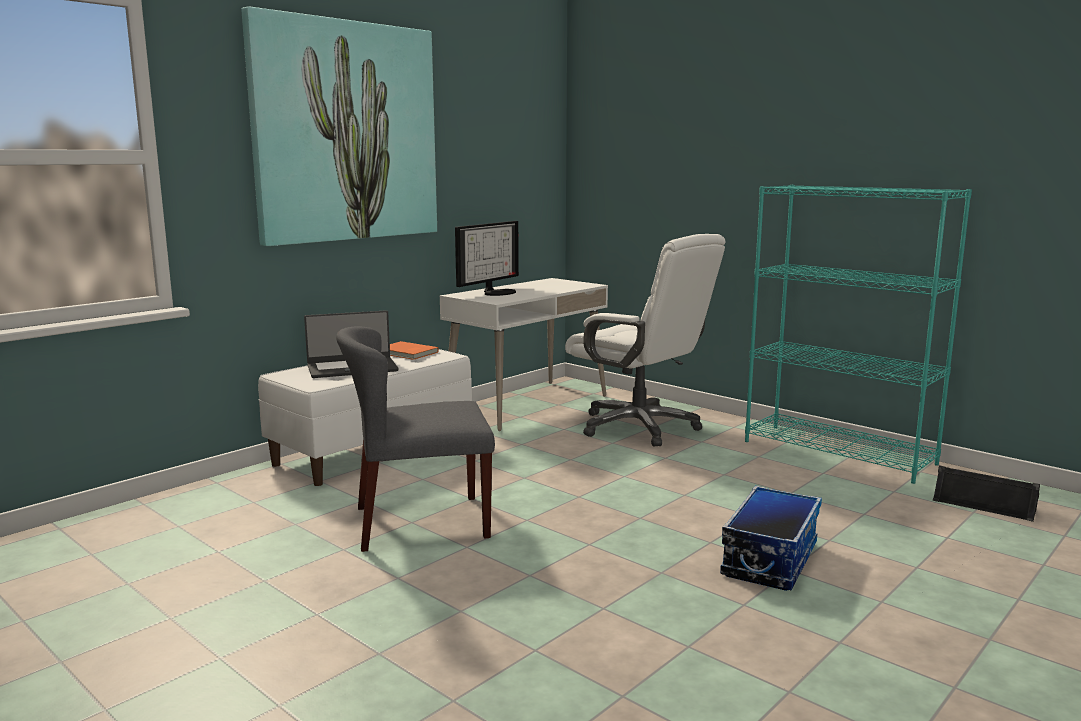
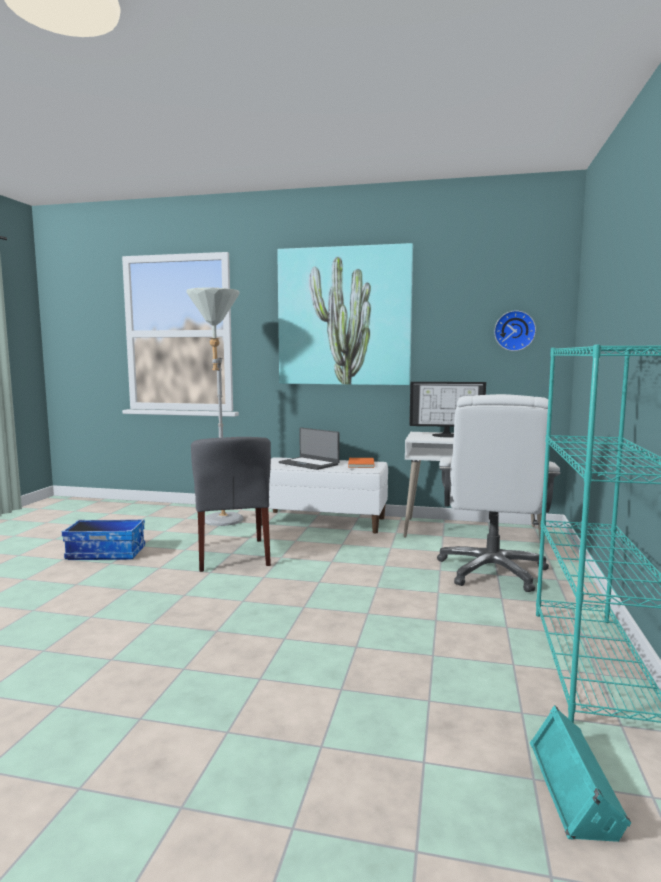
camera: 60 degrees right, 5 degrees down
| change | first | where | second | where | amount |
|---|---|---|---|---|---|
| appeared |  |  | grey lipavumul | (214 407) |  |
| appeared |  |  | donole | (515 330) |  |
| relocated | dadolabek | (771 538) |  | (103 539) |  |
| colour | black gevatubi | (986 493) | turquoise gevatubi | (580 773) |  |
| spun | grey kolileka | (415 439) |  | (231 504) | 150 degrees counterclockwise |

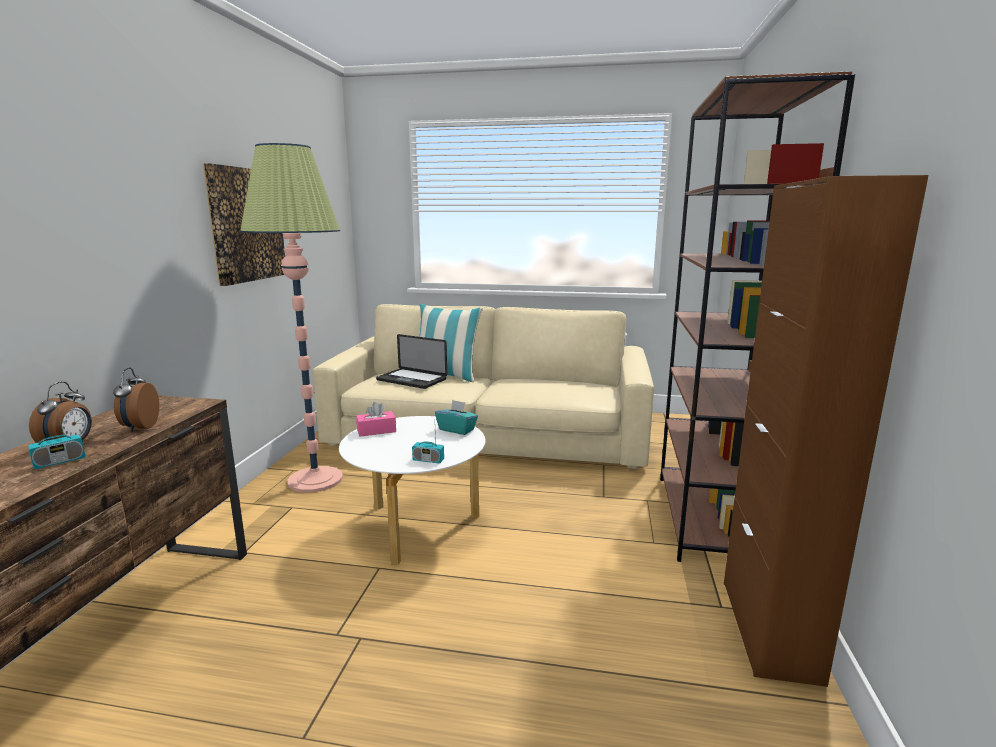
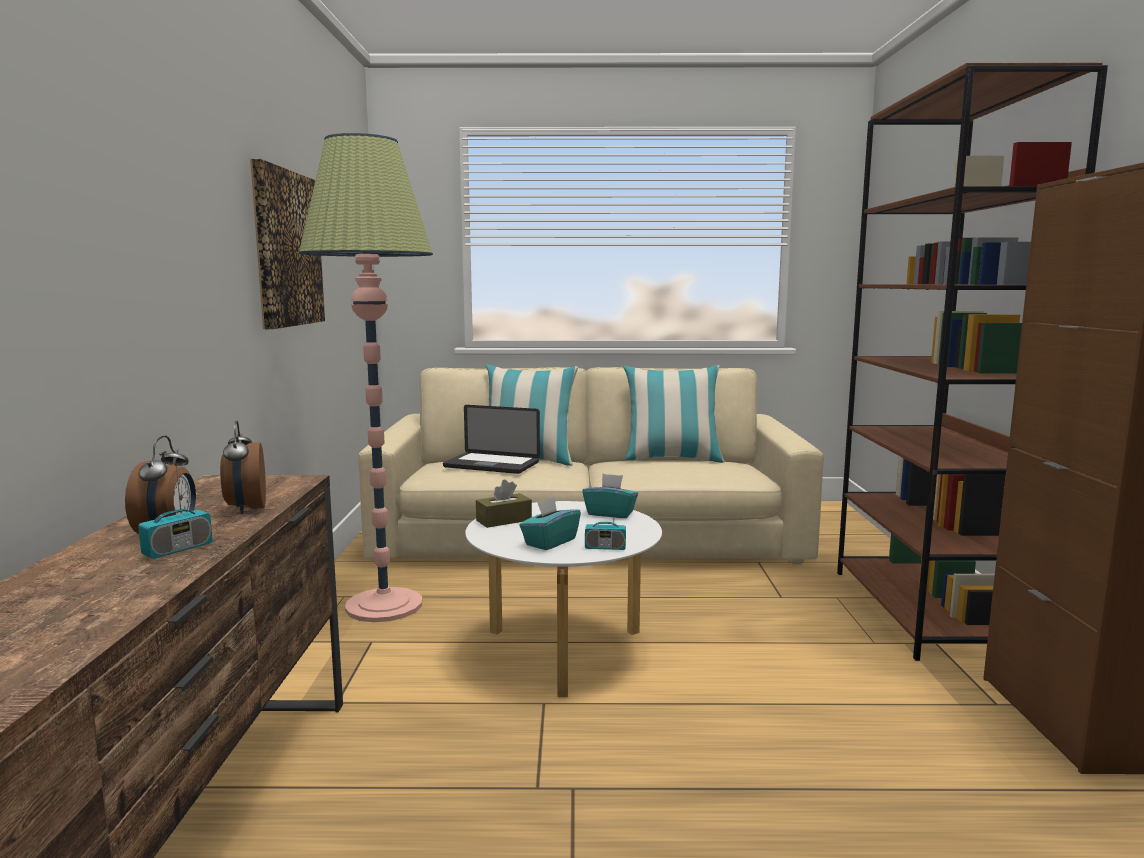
camera: 10 degrees left, 5 degrees down
| change | first | where | second | where | amount |
|---|---|---|---|---|---|
| appeared |  |  | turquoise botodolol | (550 523) |  |
| appeared |  |  | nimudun | (674 414) |  |
| colour | pink botodolol | (376 419) | brown botodolol | (504 504) |  |

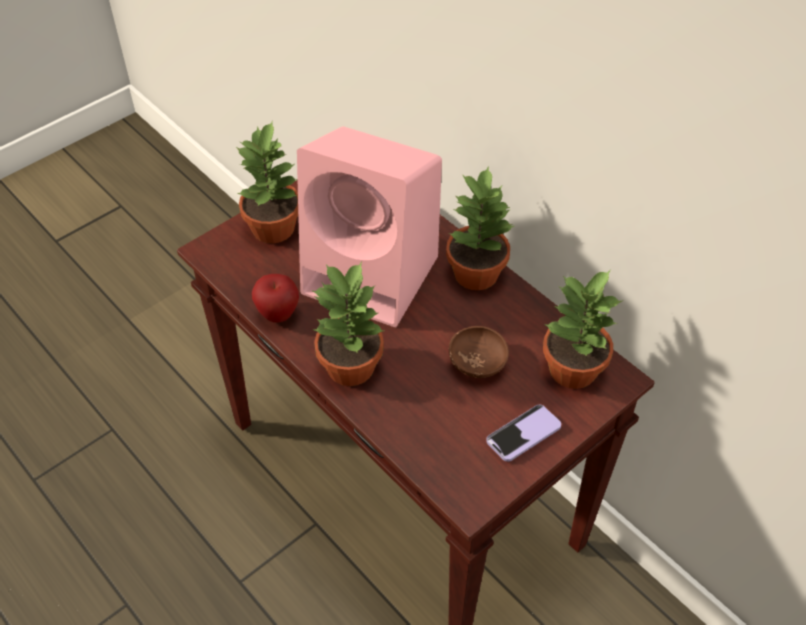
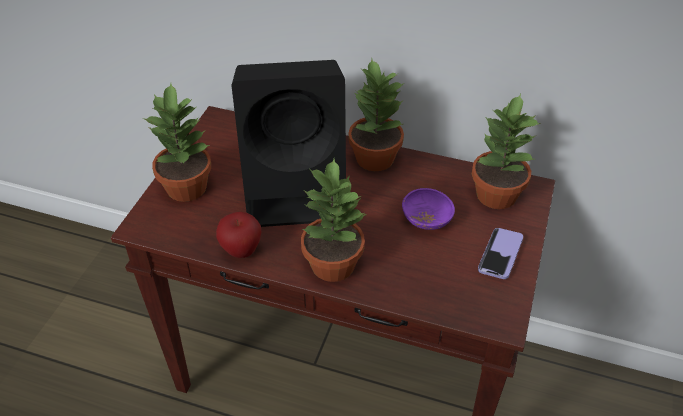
camera: 30 degrees left, 5 degrees down
| change | first | where | second | where | amount |
|---|---|---|---|---|---|
| colour | pink gevatubi | (369 226) | black gevatubi | (288 143) |  |
| colour | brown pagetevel | (479 352) | purple pagetevel | (428 209) |  |

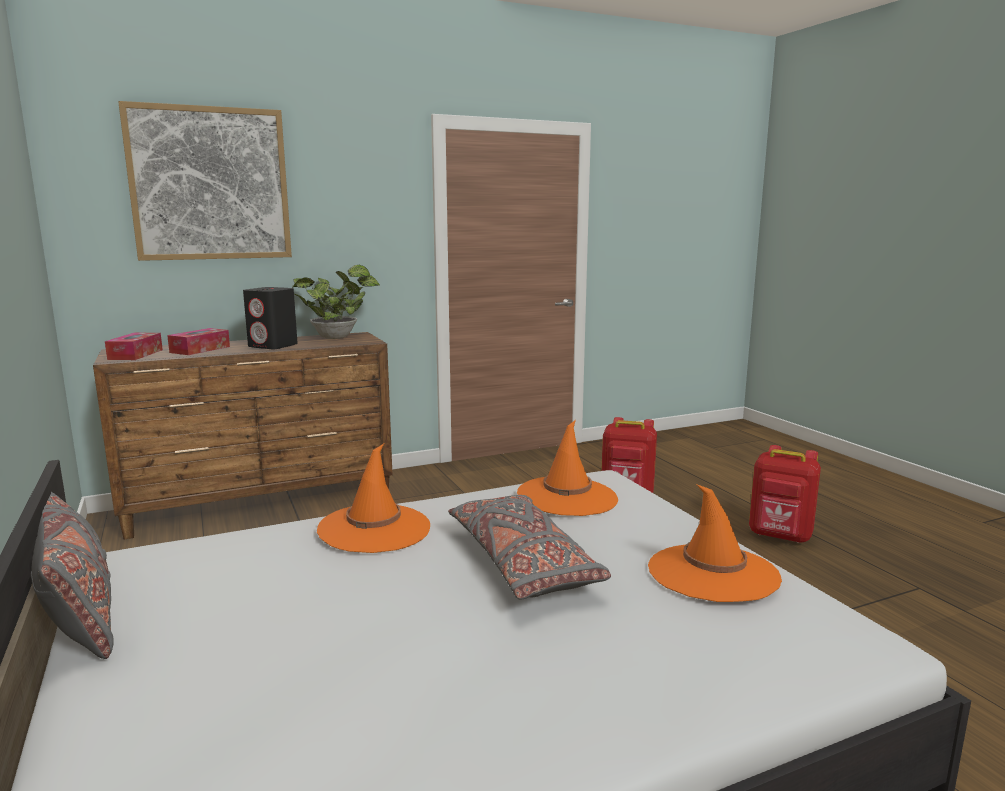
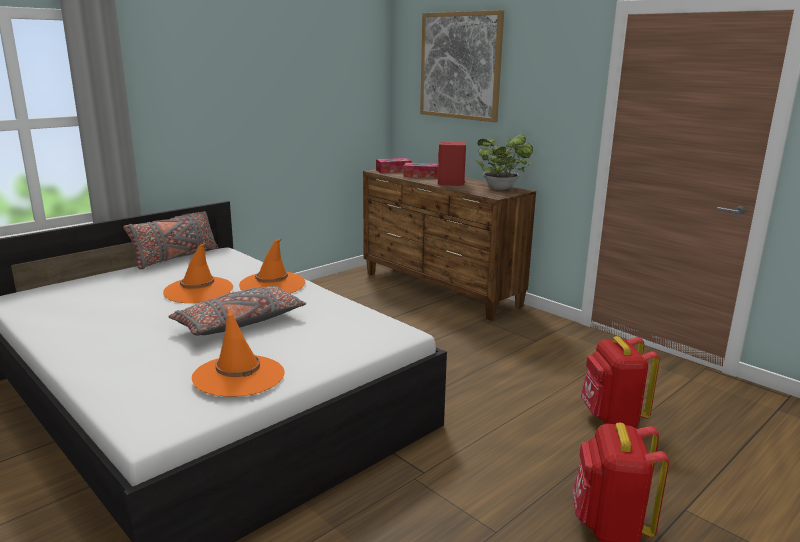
camera: 70 degrees right, 5 degrees up
| change | first | where | second | where | amount |
|---|---|---|---|---|---|
| relocated | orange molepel | (567 468) |  | (198 273) |  |
| colour | black gevatubi | (270 318) | red gevatubi | (452 163) |  |

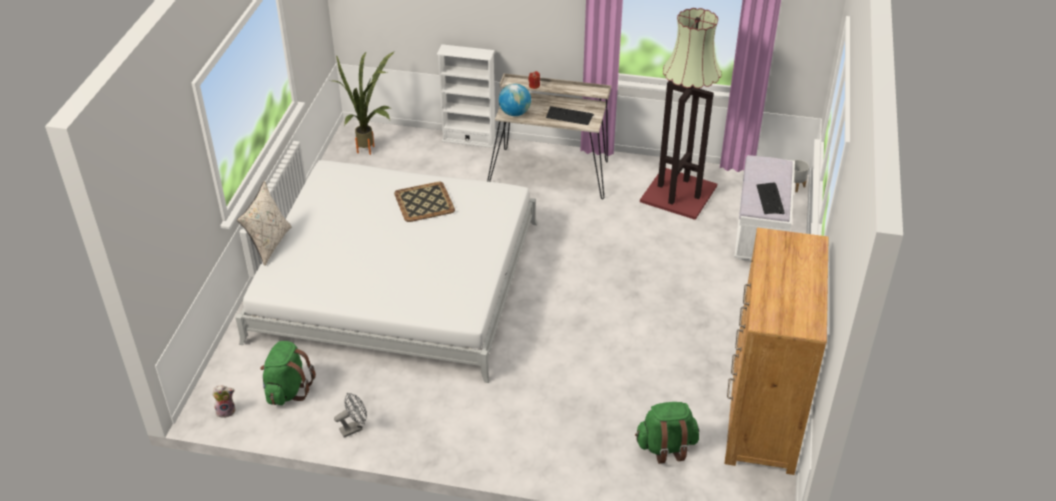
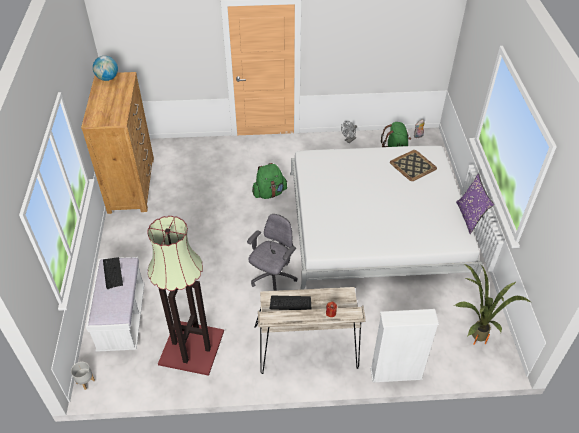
camera: 165 degrees right, 5 degrees up
| change | first | where | second | where | amount |
|---|---|---|---|---|---|
| missing | beige nimudun | (264 223) |  |  |  |
| appeared |  |  | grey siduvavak | (272 252) |  |
| appeared |  |  | purple nimudun | (475 204) |  |
| relocated | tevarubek | (424 202) |  | (413 165) |  |
| relocated | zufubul | (515 99) |  | (105 68) |  |
| relocated | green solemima | (667 433) |  | (269 181) |  |

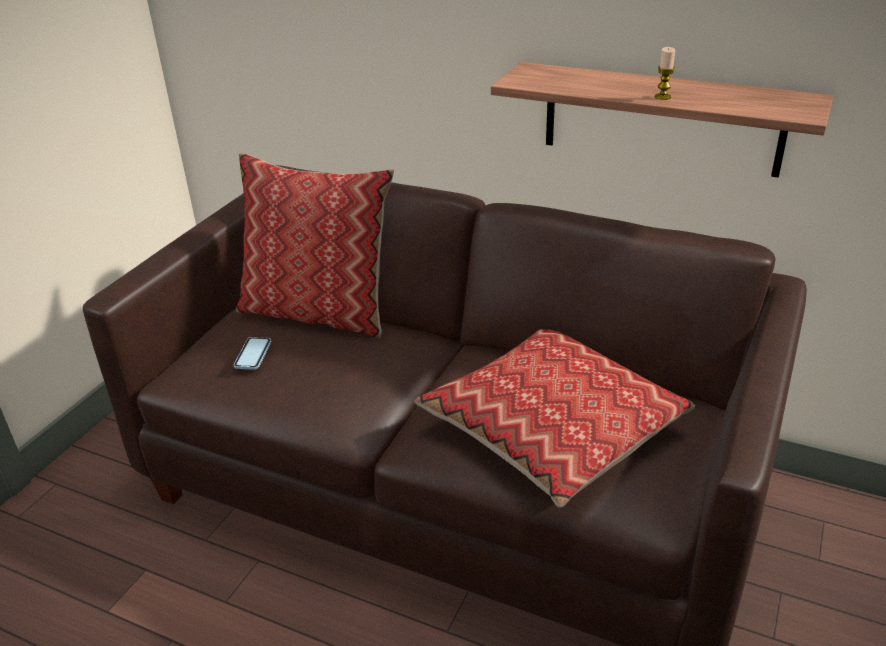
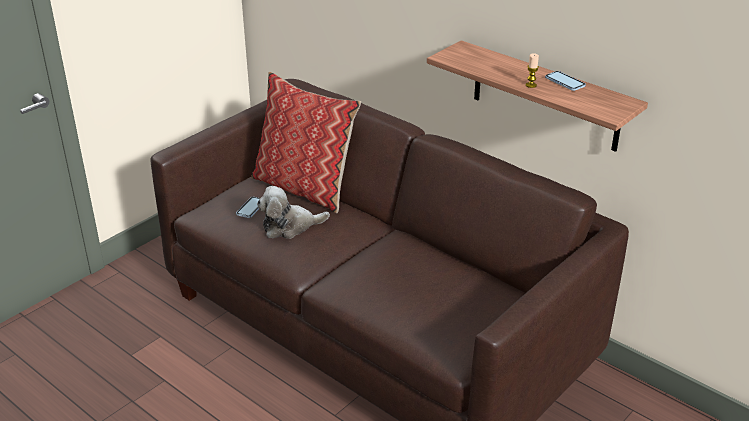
camera: 15 degrees right, 0 degrees up
| change | first | where | second | where | amount |
|---|---|---|---|---|---|
| missing | nimudun | (555 418) |  |  |  |
| appeared |  |  | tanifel | (293 212) |  |
| appeared |  |  | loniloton | (565 81) |  |

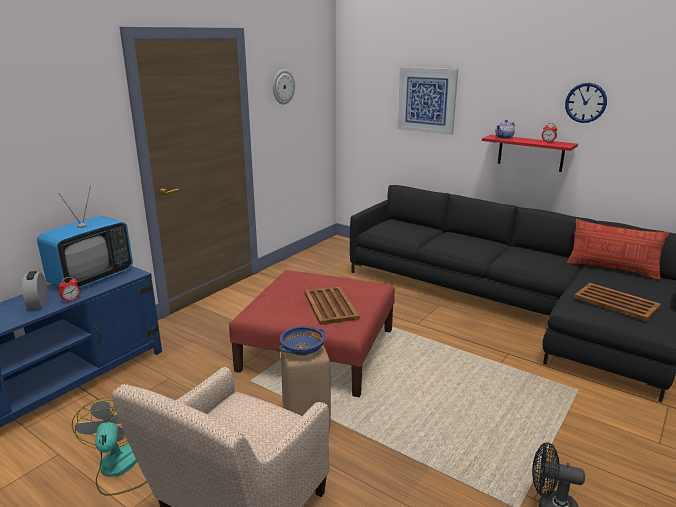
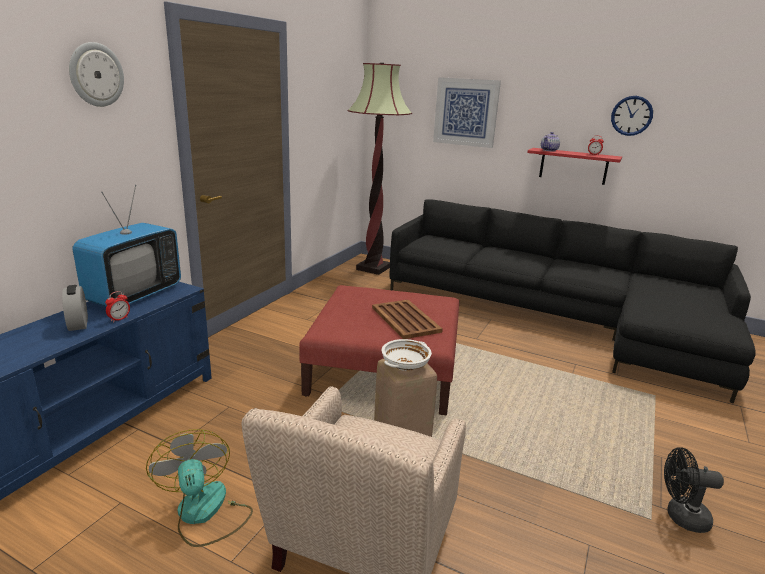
camera: 10 degrees left, 0 degrees up
| change | first | where | second | where | amount |
|---|---|---|---|---|---|
| missing | nimudun | (618 249) |  |  |  |
| missing | brown tevarubek | (617 302) |  |  |  |
| appeared |  |  | lipavumul | (380 169) |  |
| relocated | donole | (284 86) |  | (96 74) |  |
| colour | blue pagetevel | (302 341) | white pagetevel | (407 355) |  |

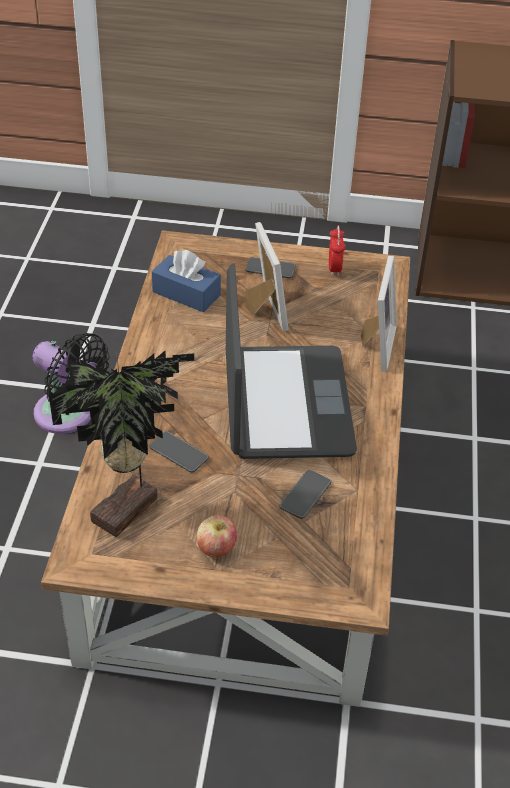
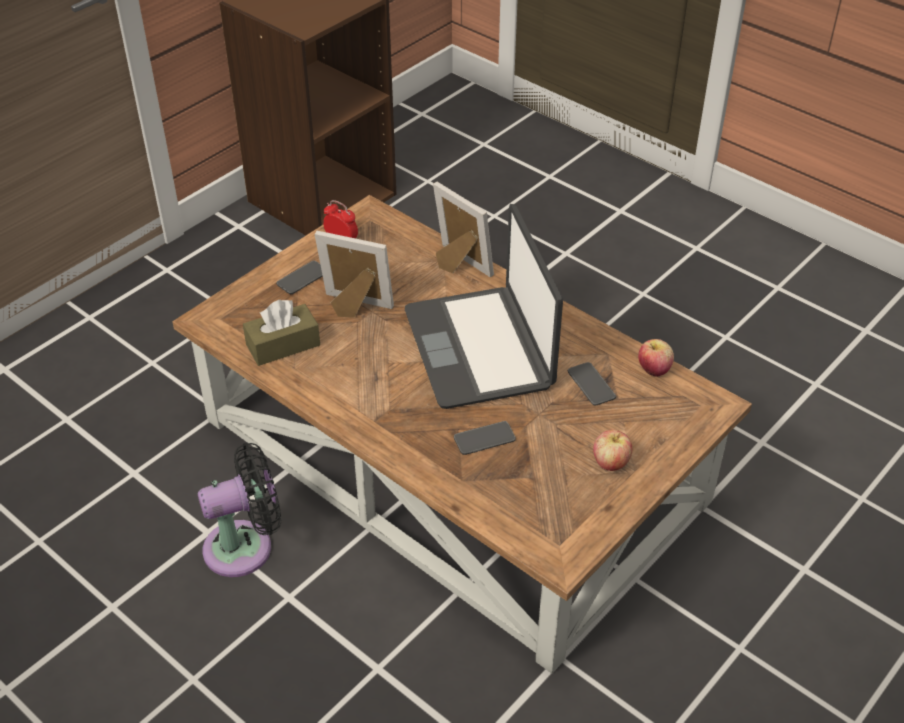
camera: 55 degrees left, 0 degrees up
| change | first | where | second | where | amount |
|---|---|---|---|---|---|
| missing | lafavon | (121 442) |  |  |  |
| appeared |  |  | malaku | (656 358) |  |
| colour | blue botodolol | (186 281) | brown botodolol | (281 333) |  |
| spun | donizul | (291 361) |  | (484 306) | 135 degrees counterclockwise |

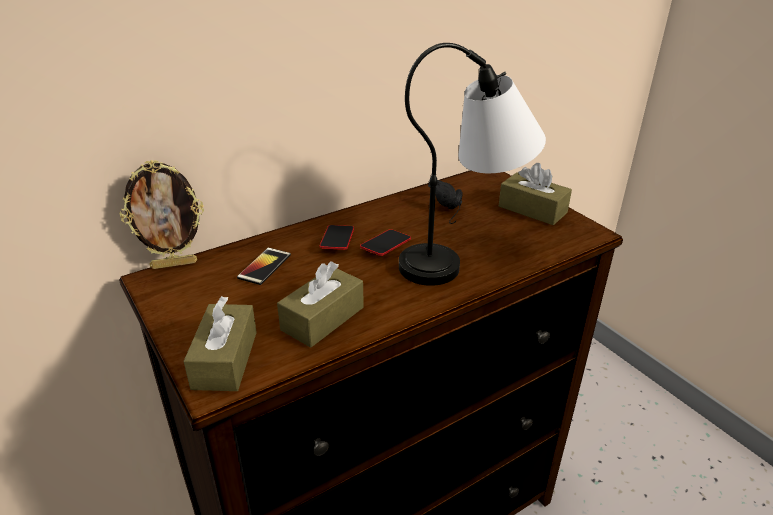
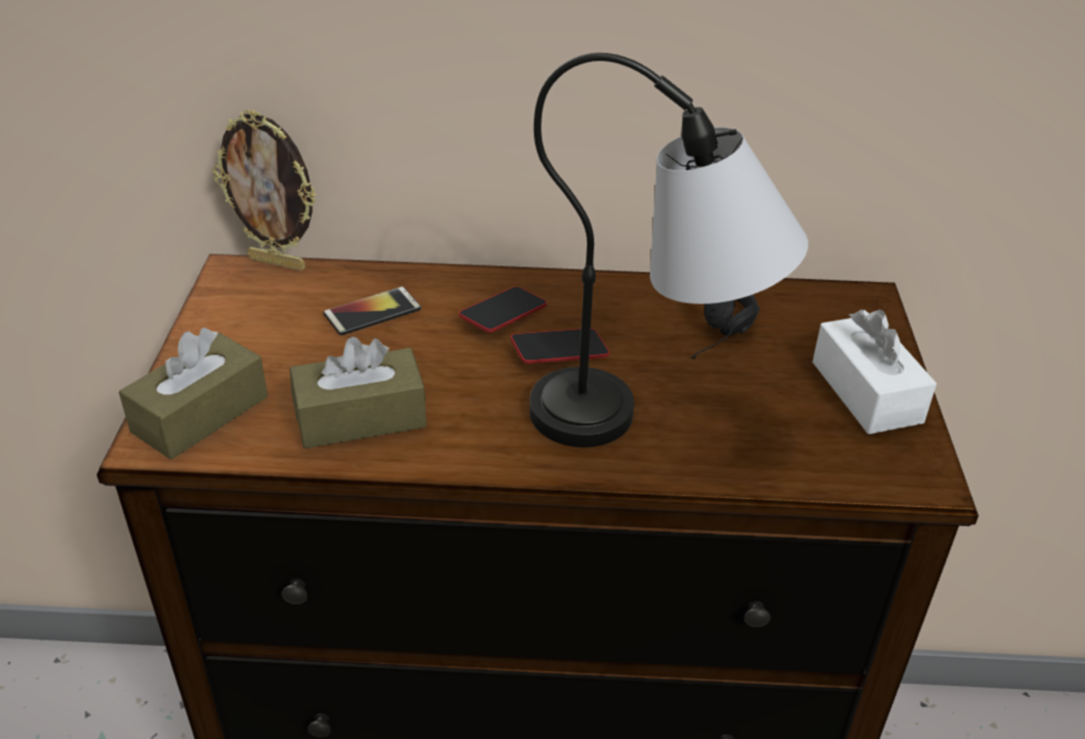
camera: 35 degrees right, 5 degrees up
| change | first | where | second | where | amount |
|---|---|---|---|---|---|
| colour | brown botodolol | (535 194) | white botodolol | (874 371) |  |

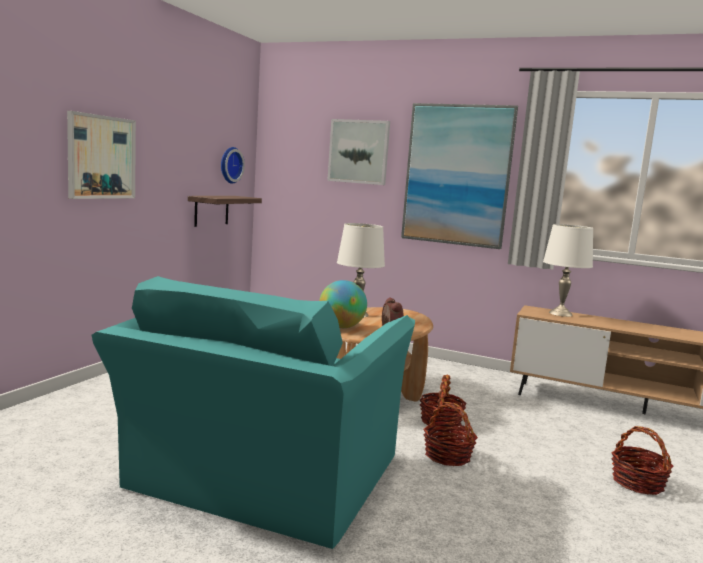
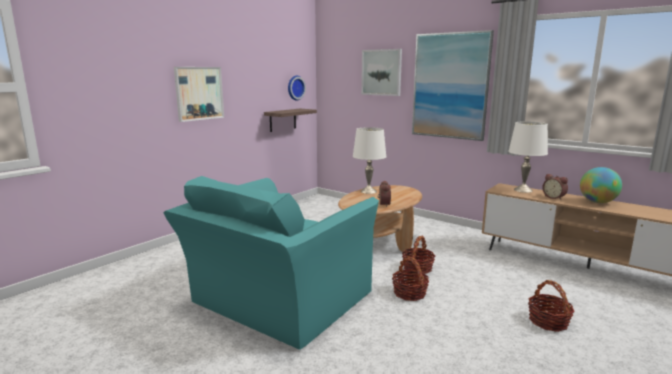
camera: 15 degrees right, 5 degrees up
| change | first | where | second | where | amount |
|---|---|---|---|---|---|
| appeared |  |  | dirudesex | (555 186) |  |
| relocated | zufubul | (343 304) |  | (601 185) |  |

